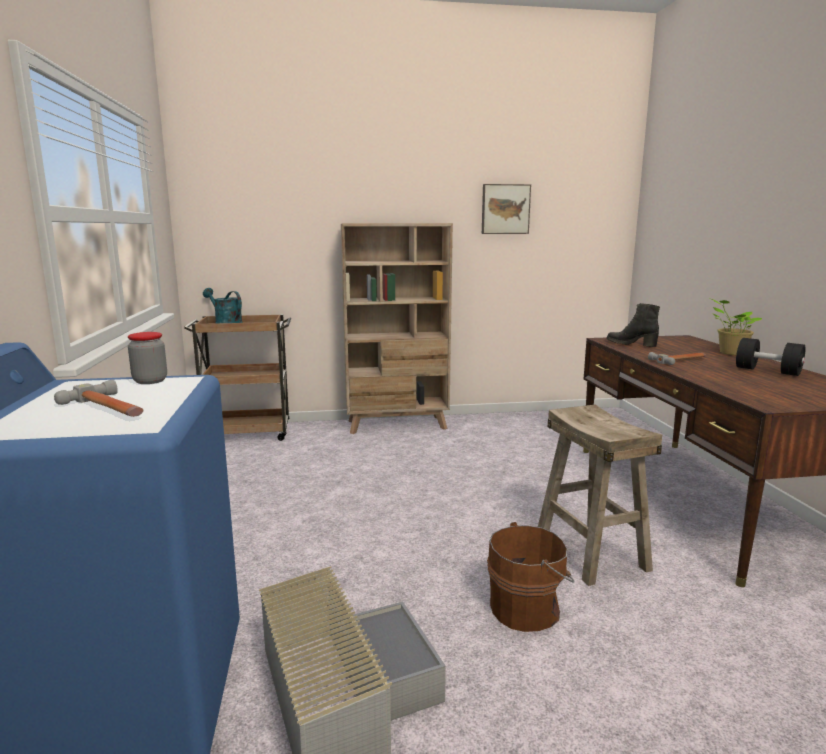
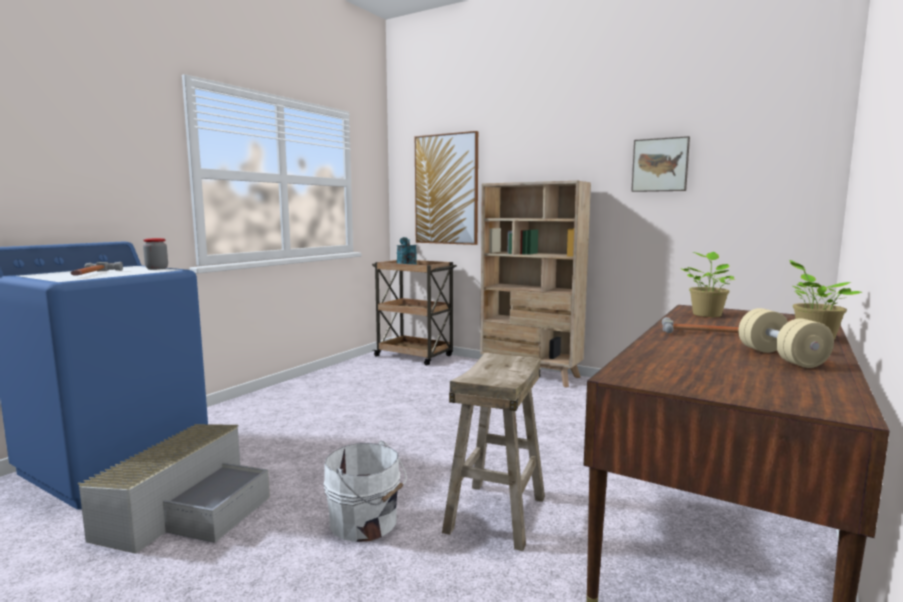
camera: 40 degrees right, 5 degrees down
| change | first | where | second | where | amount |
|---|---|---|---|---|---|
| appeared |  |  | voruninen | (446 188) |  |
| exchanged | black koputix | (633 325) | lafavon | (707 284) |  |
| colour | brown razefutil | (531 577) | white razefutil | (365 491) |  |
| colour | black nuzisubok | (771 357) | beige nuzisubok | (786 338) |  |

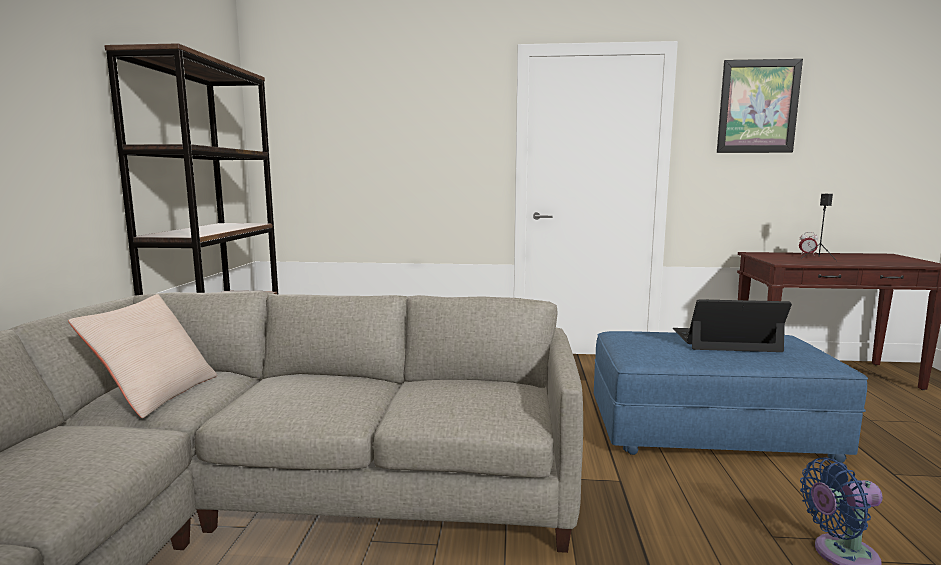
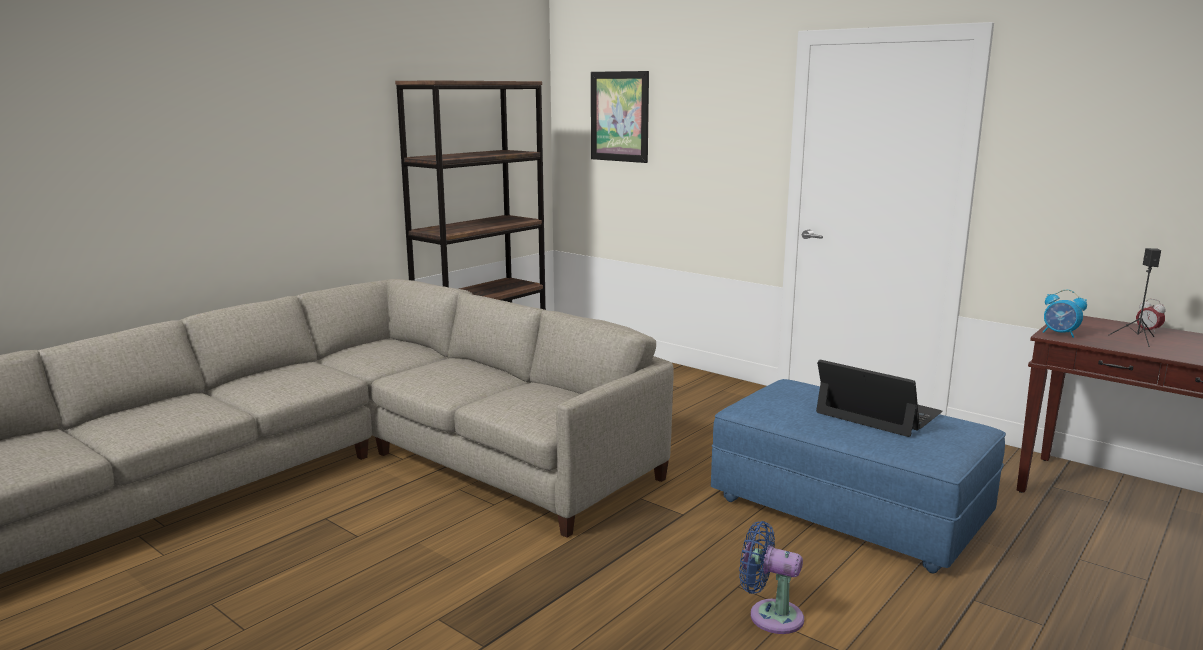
camera: 35 degrees right, 5 degrees up
| change | first | where | second | where | amount |
|---|---|---|---|---|---|
| missing | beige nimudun | (143 356) |  |  |  |
| appeared |  |  | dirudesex | (1065 313) |  |
| relocated | voruninen | (760 106) |  | (620 117) |  |

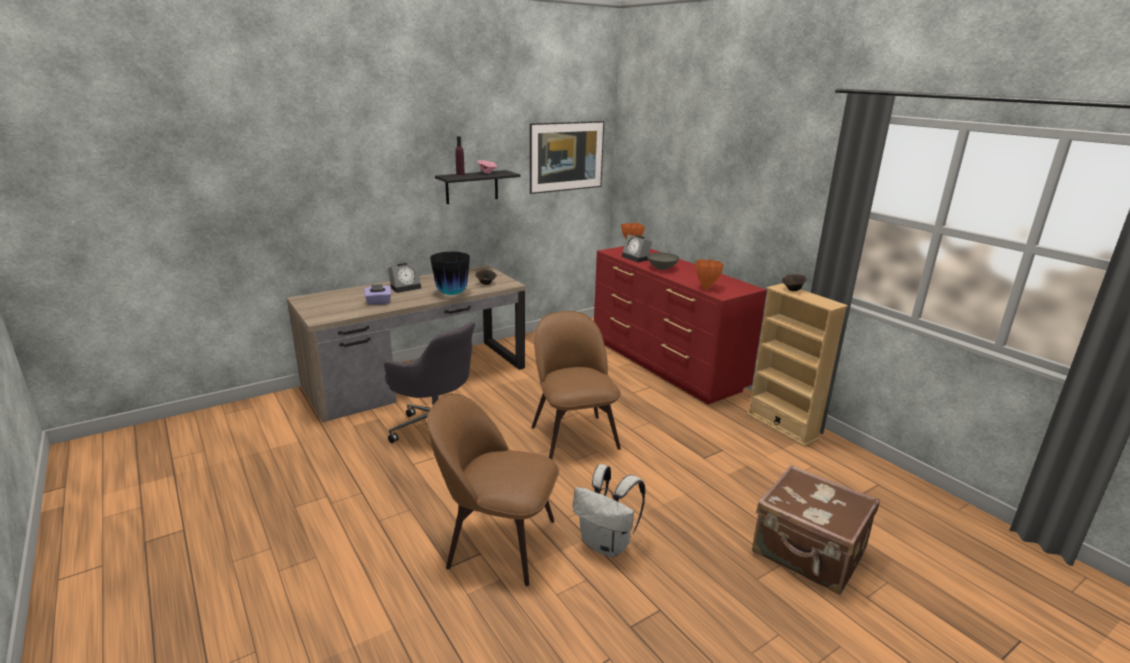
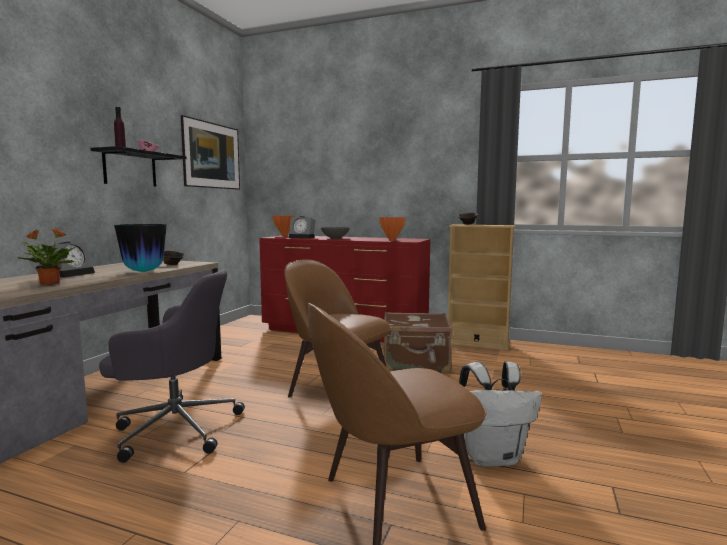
camera: 35 degrees left, 15 degrees down
| change | first | where | second | where | amount |
|---|---|---|---|---|---|
| relocated | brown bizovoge | (816 530) |  | (418 343) |  |
| exchanged | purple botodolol | (377 294) | lafavon | (46 256) |  |

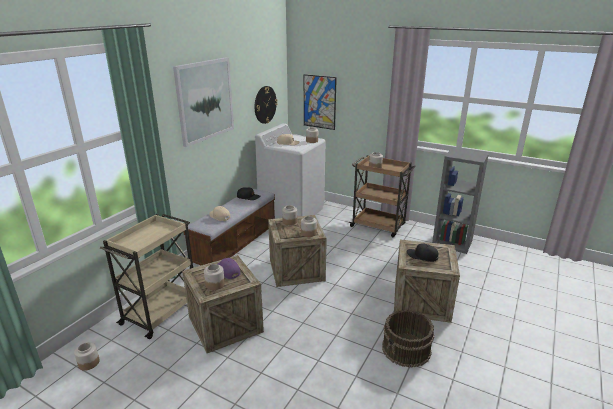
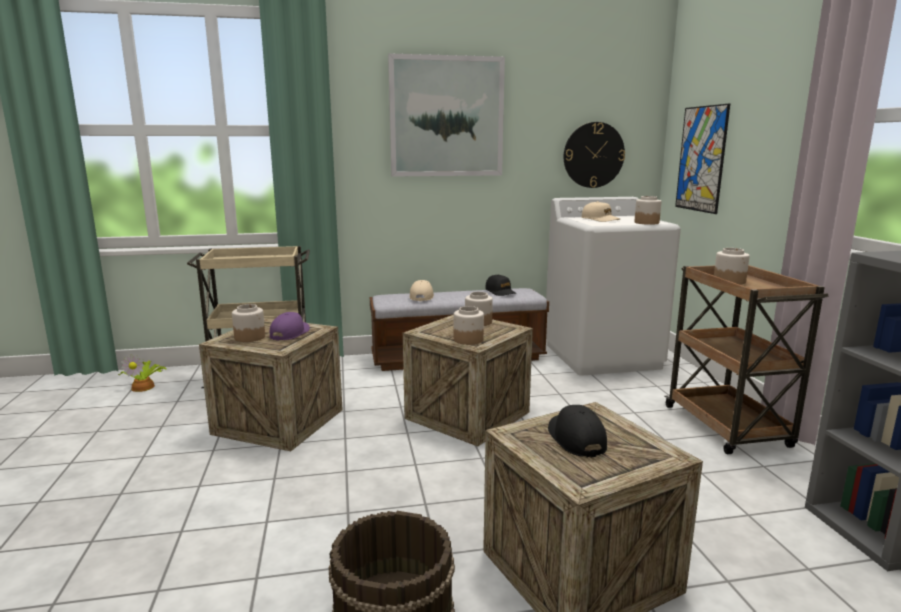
camera: 50 degrees right, 10 degrees down
| change | first | where | second | where | amount |
|---|---|---|---|---|---|
| exchanged | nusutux | (87 356) | lafavon | (142 373) |  |

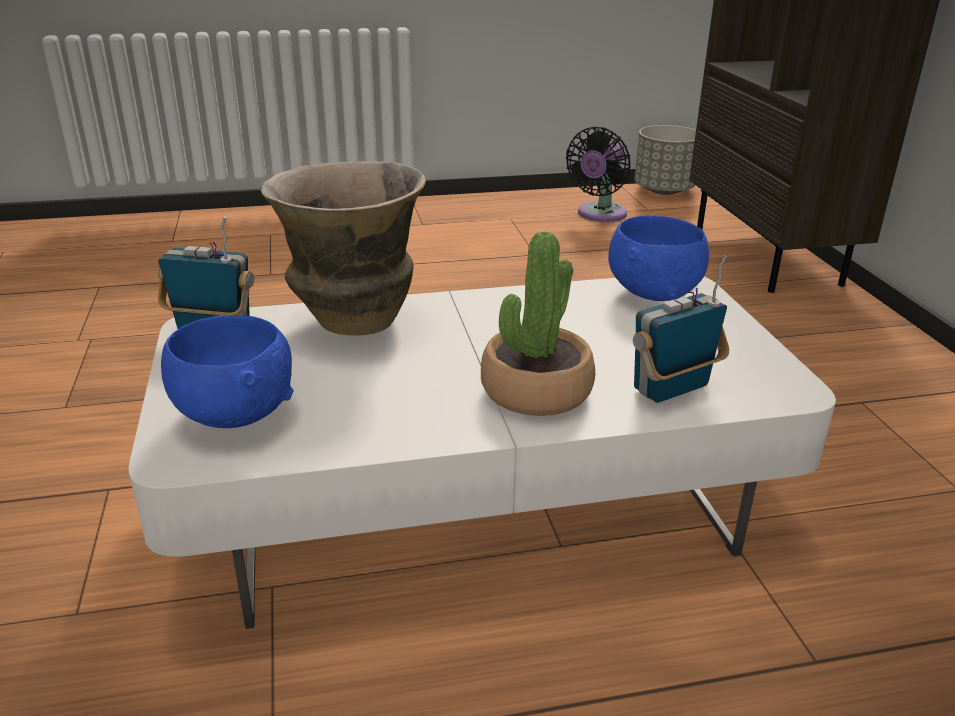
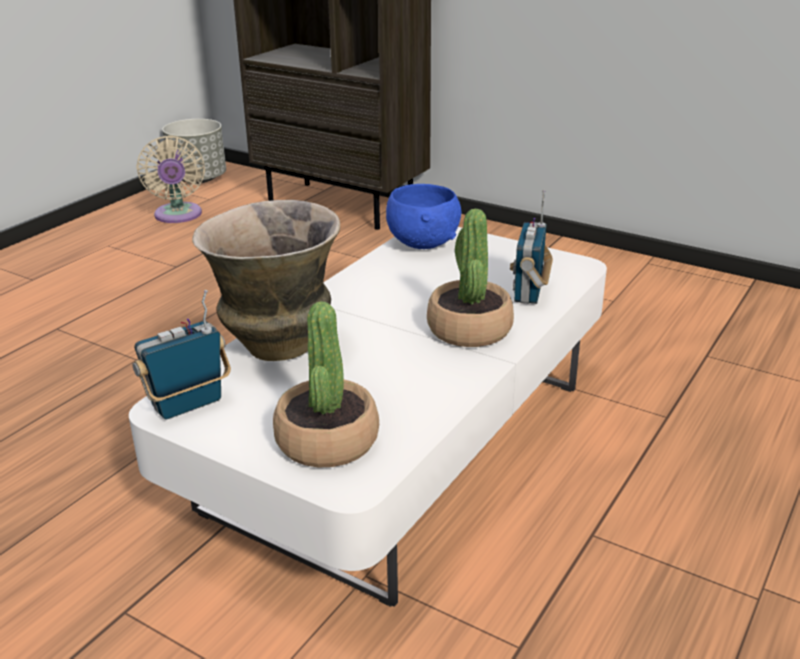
camera: 45 degrees left, 0 degrees up
| change | first | where | second | where | amount |
|---|---|---|---|---|---|
| exchanged | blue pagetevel | (227 371) | lafavon | (326 384) |  |
| colour | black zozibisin | (598 174) | beige zozibisin | (170 179) |  |

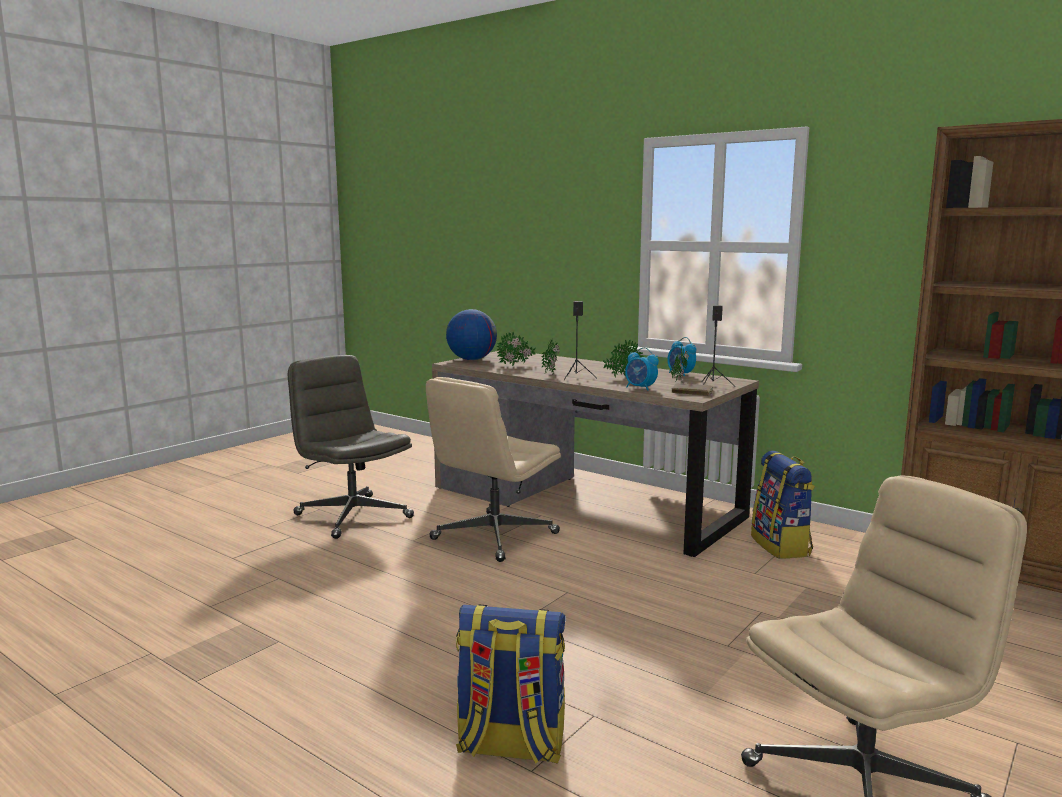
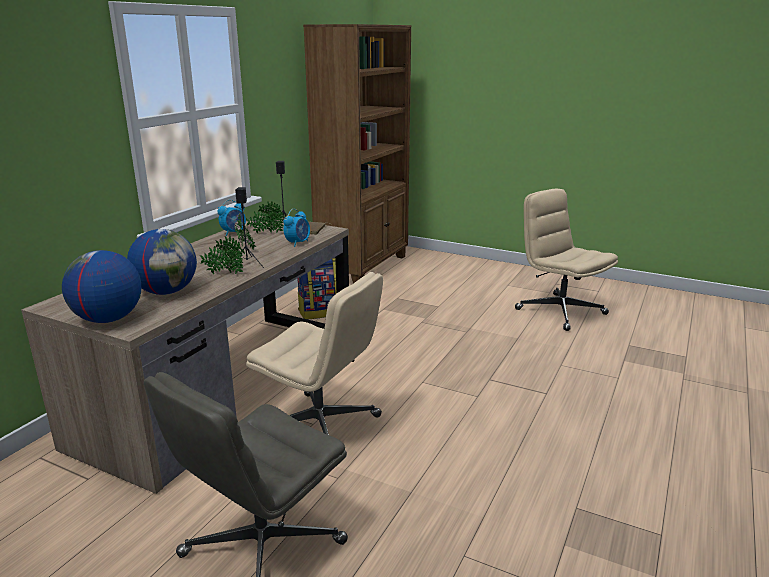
camera: 100 degrees left, 10 degrees up
| change | first | where | second | where | amount |
|---|---|---|---|---|---|
| missing | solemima | (511 684) |  |  |  |
| exchanged | lafavon | (516 349) | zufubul | (162 262) |  |

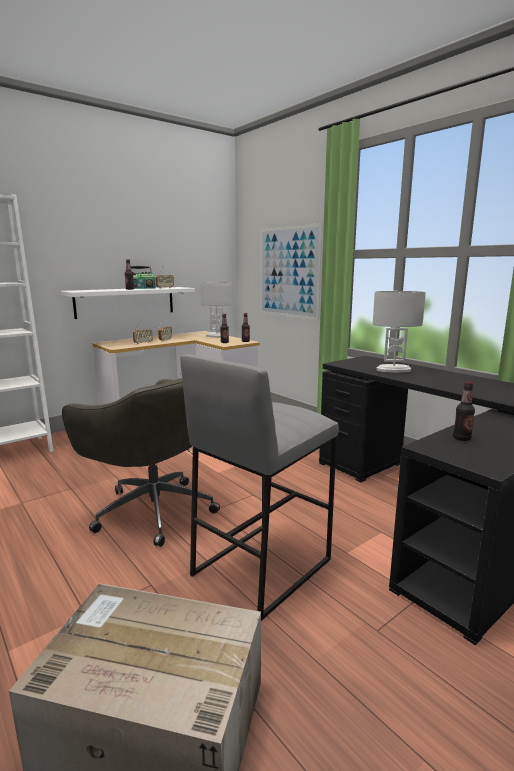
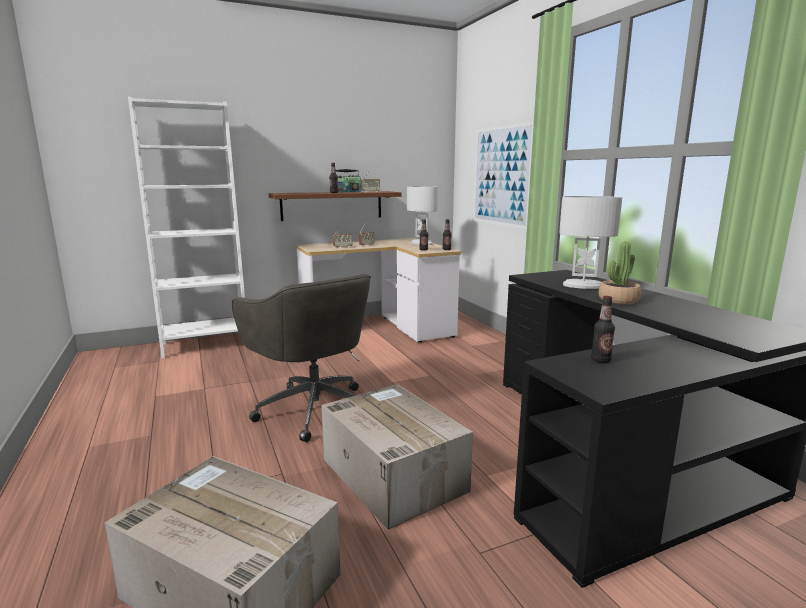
camera: 15 degrees right, 0 degrees up
| change | first | where | second | where | amount |
|---|---|---|---|---|---|
| appeared |  |  | lafavon | (620 273) |  |
| exchanged | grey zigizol | (259 487) | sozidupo | (397 457) |  |
| colour | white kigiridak | (128 303) | brown kigiridak | (335 206) |  |

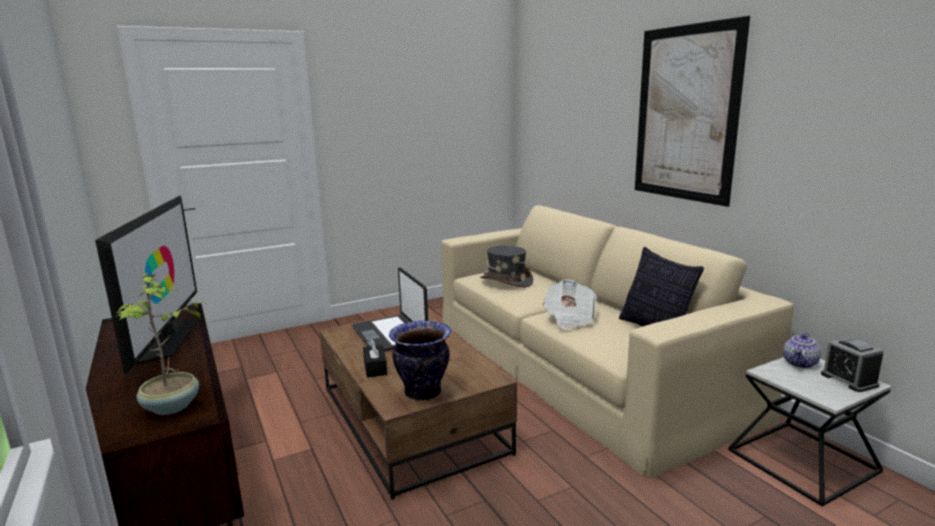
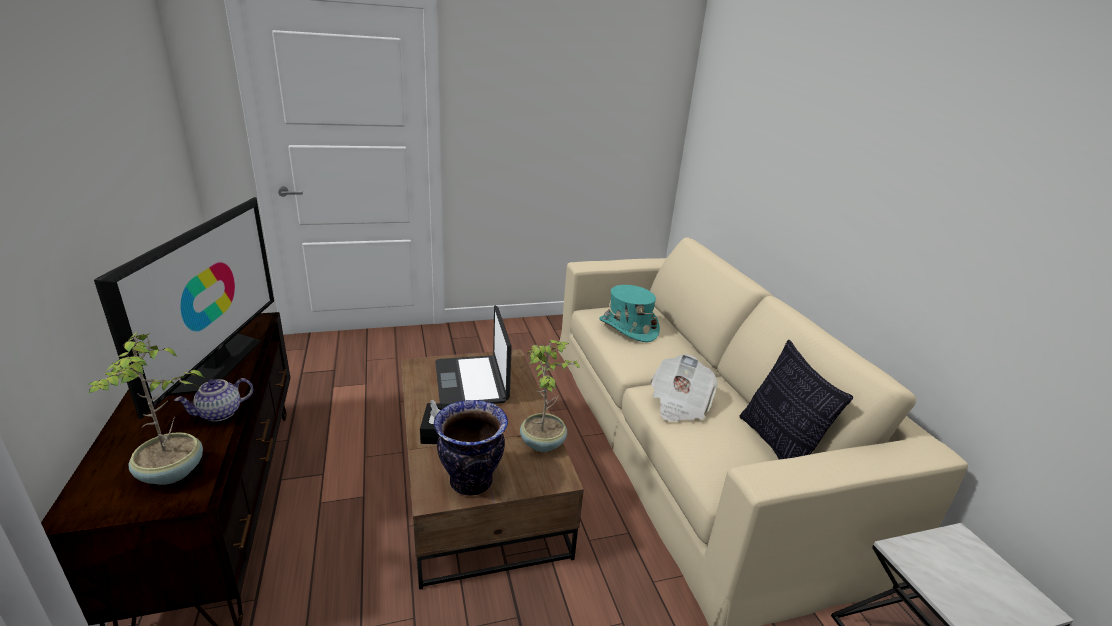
camera: 10 degrees right, 10 degrees up
| change | first | where | second | where | amount |
|---|---|---|---|---|---|
| missing | voruninen | (692 111) |  |  |  |
| missing | dirudesex | (852 364) |  |  |  |
| appeared |  |  | lafavon | (550 396) |  |
| relocated | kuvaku | (802 351) |  | (213 400) |  |
| colour | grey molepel | (506 266) | turquoise molepel | (629 313) |  |

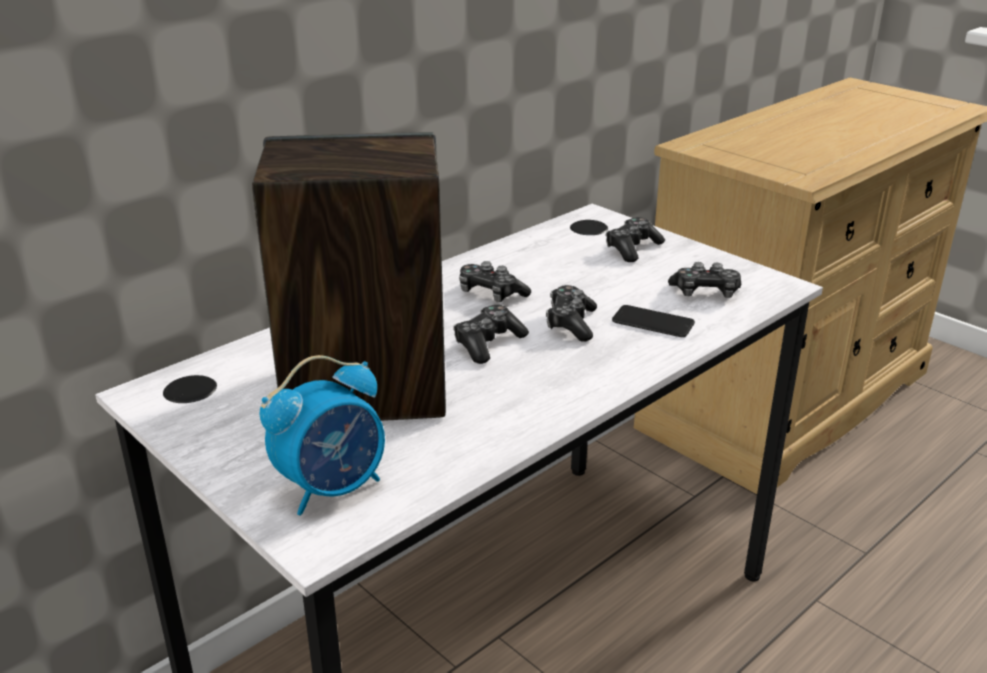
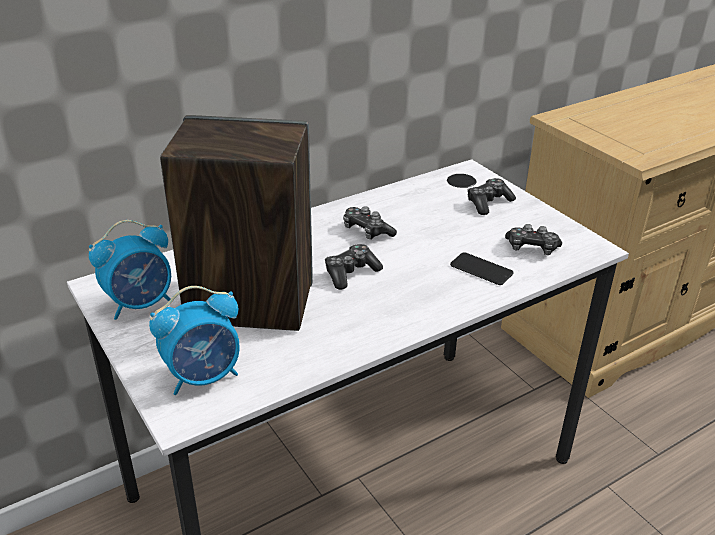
camera: 10 degrees right, 5 degrees up
| change | first | where | second | where | amount |
|---|---|---|---|---|---|
| missing | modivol | (571 313) |  |  |  |
| appeared |  |  | dirudesex | (130 270) |  |

